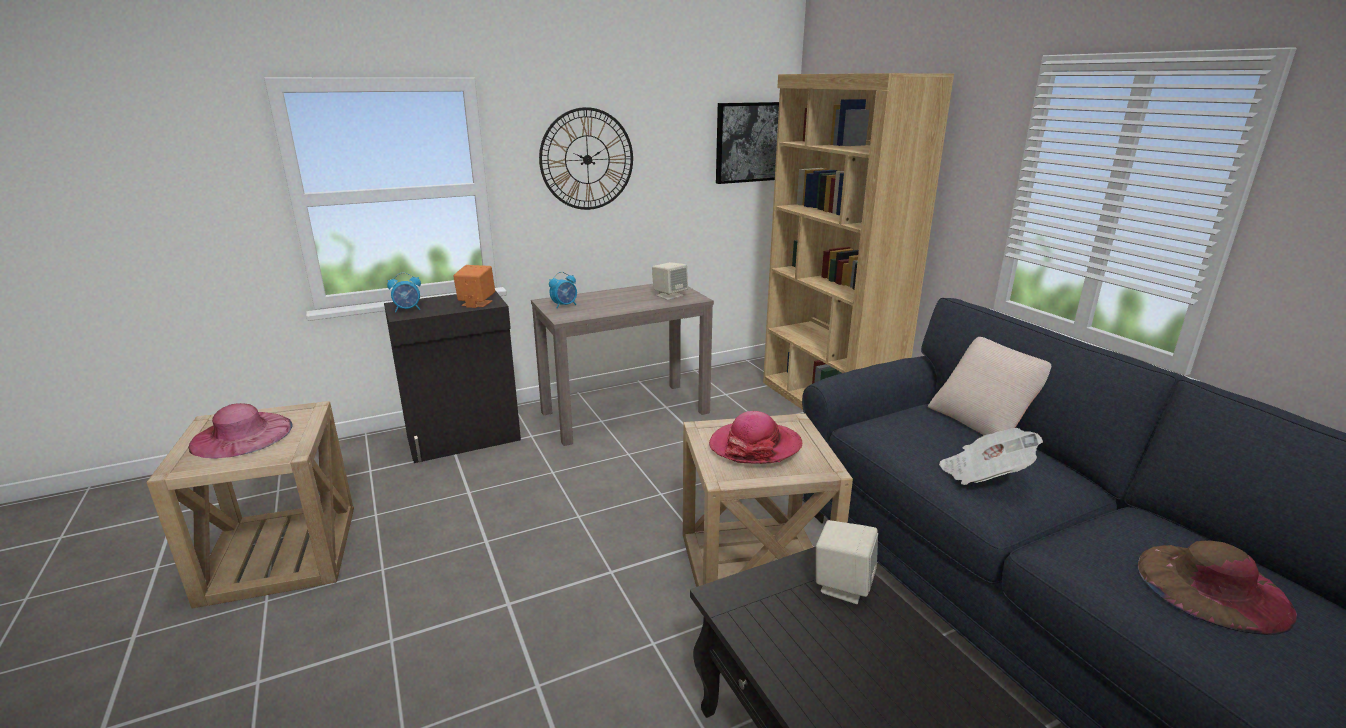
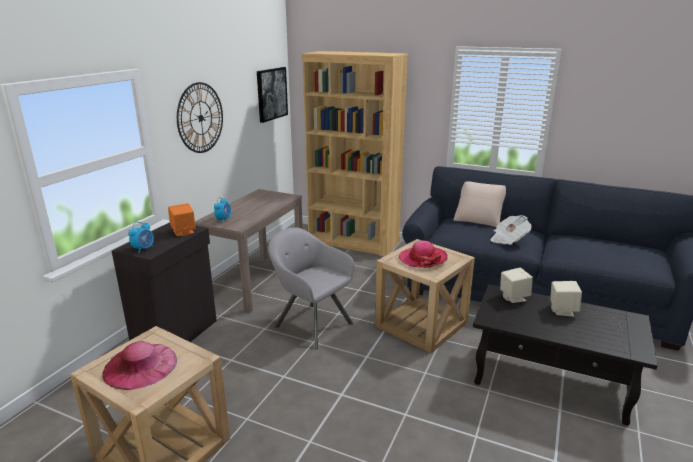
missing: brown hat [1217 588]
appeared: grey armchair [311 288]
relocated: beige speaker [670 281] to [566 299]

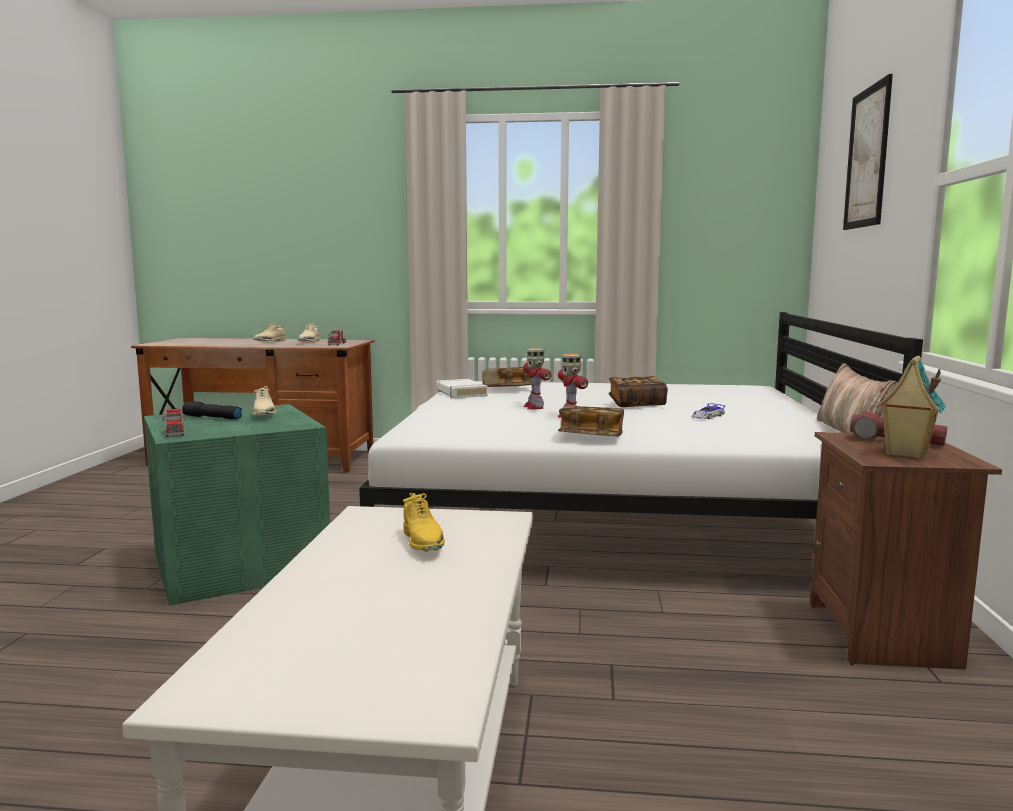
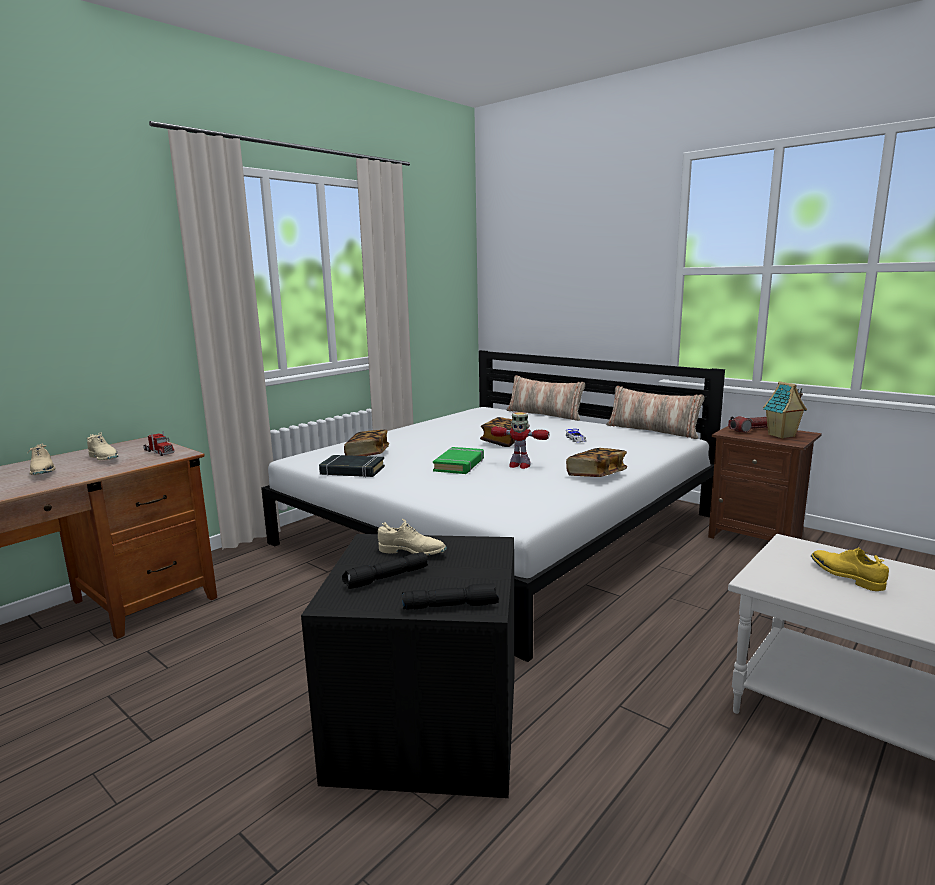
missing: picture [868 152]
appeared: pillow [546 398]
exchanged: toy truck [174 421] to black flashlight [450 596]; toy robot [537 378] to green book [458 460]
colour: green storage box [237 505] to black storage box [407 666]; white book [462 388] to black book [352 466]
spun: yellow shoe [423 522] = [850 569] 135 degrees counterclockwise

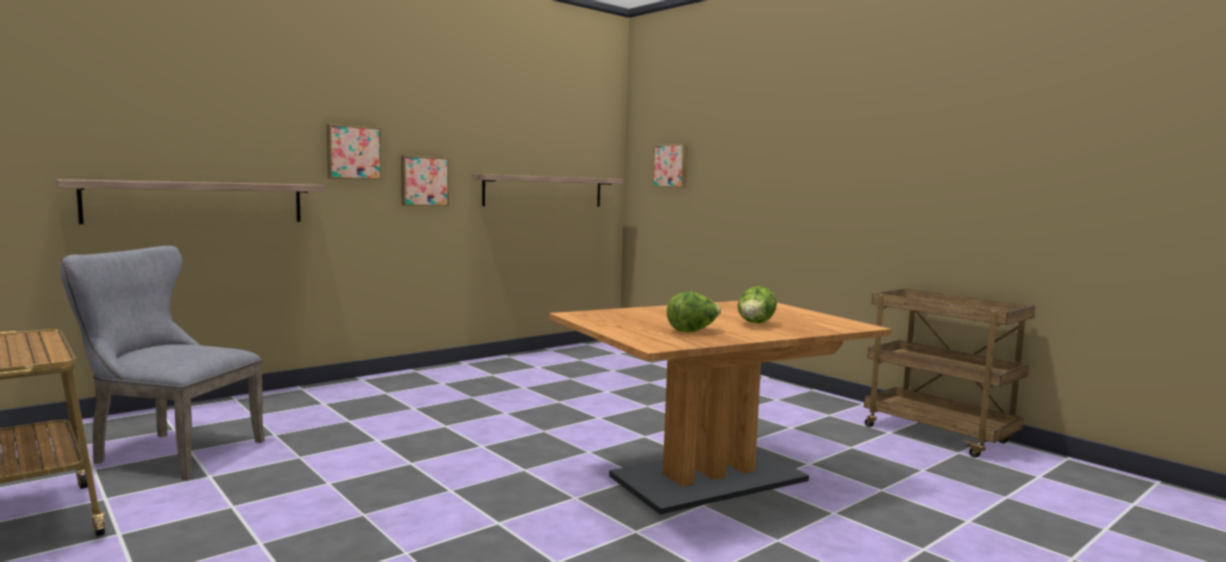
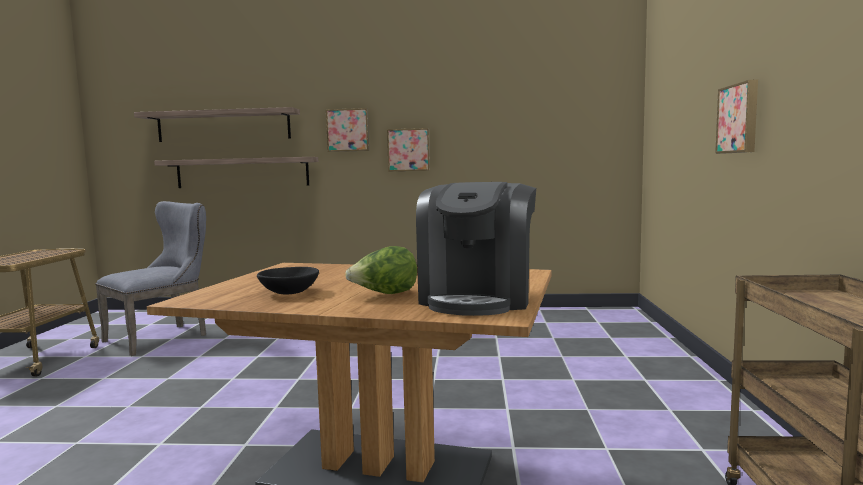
appeared: coffee machine [476 249]
relocated: shelf [547 190] to [217 124]; picture [670 166] to [736 116]
exchanged: lettuce [694 312] to black bowl [288 280]
spun: grey chair [162 363] = [150 278] 75 degrees clockwise

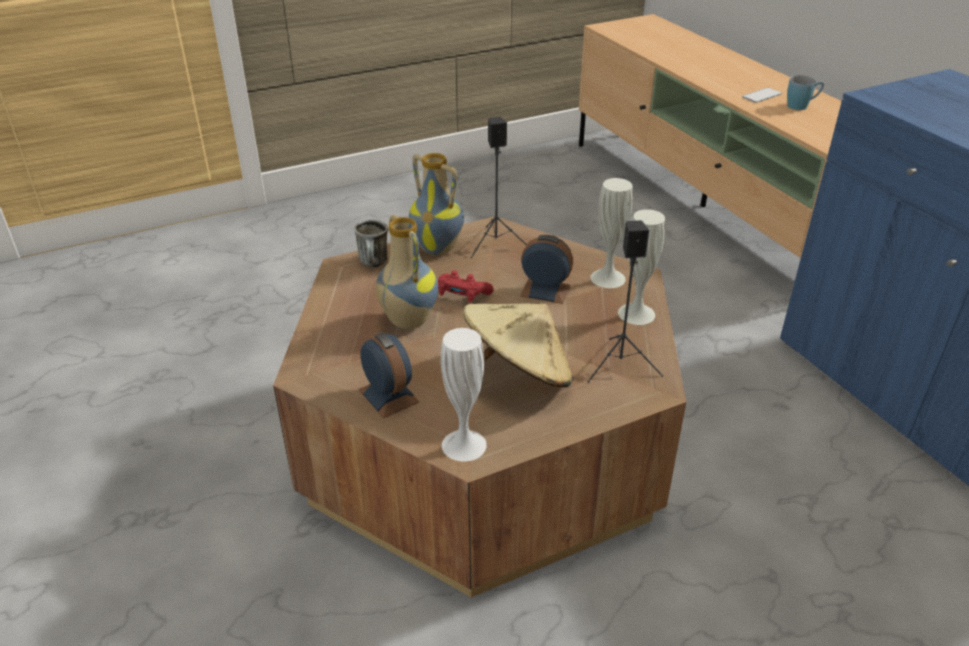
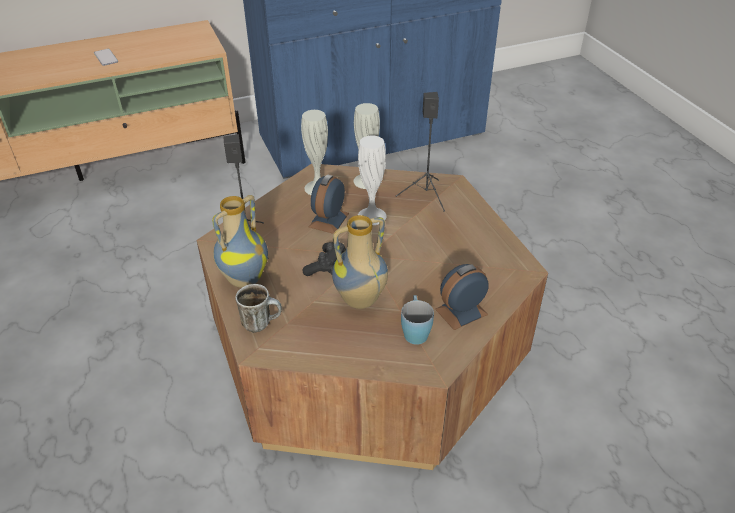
missing: beige hat [517 345]
relocated: white vase [464 395] to [372 180]; blue mug [805 92] to [417 320]
colour: red game controller [466 286] to black game controller [324 259]

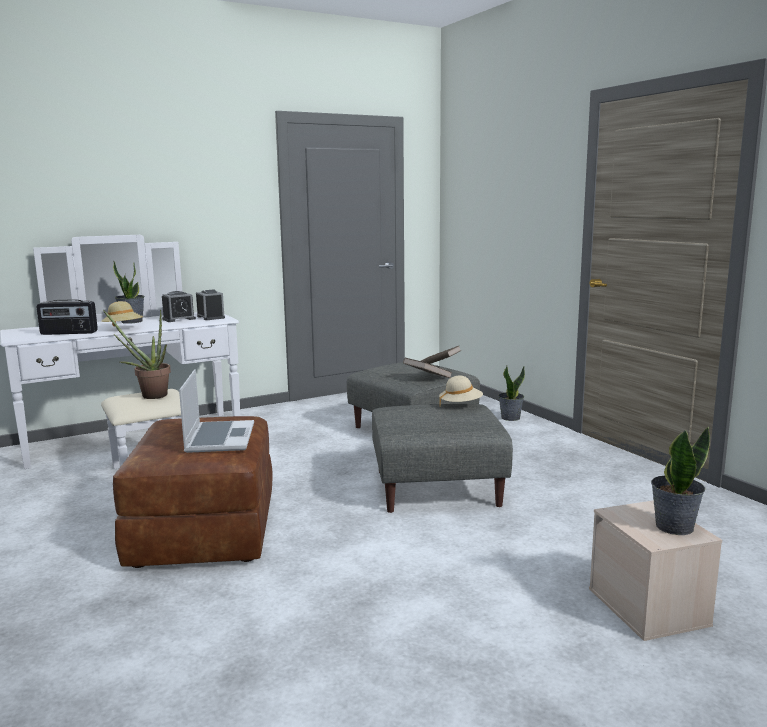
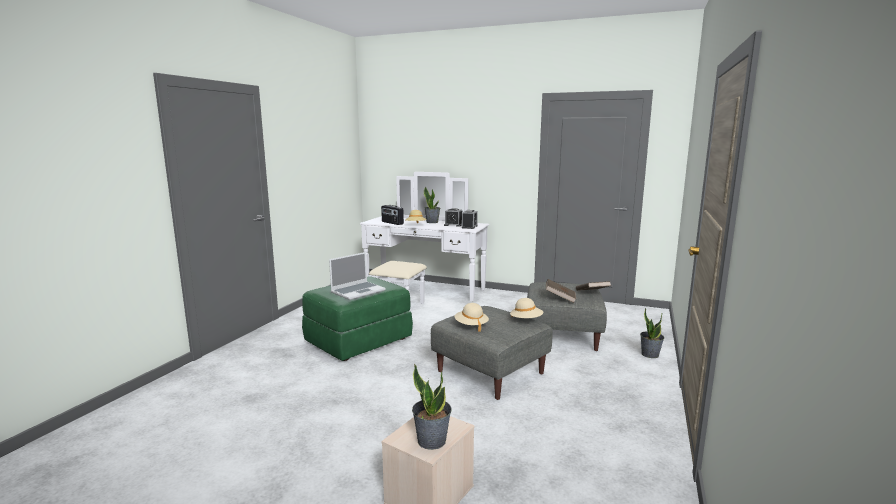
missing: potted plant [137 354]
appeared: beige hat [471 317]
colour: brown ottoman [193 492] to green ottoman [357 318]

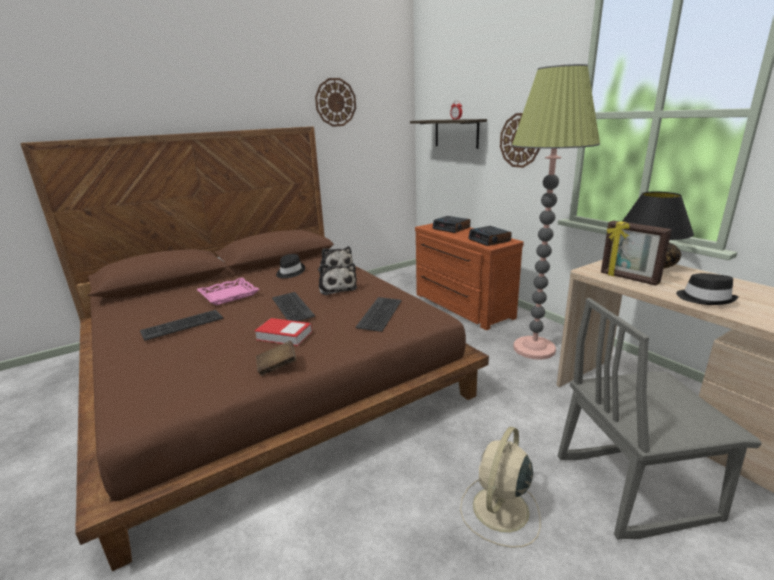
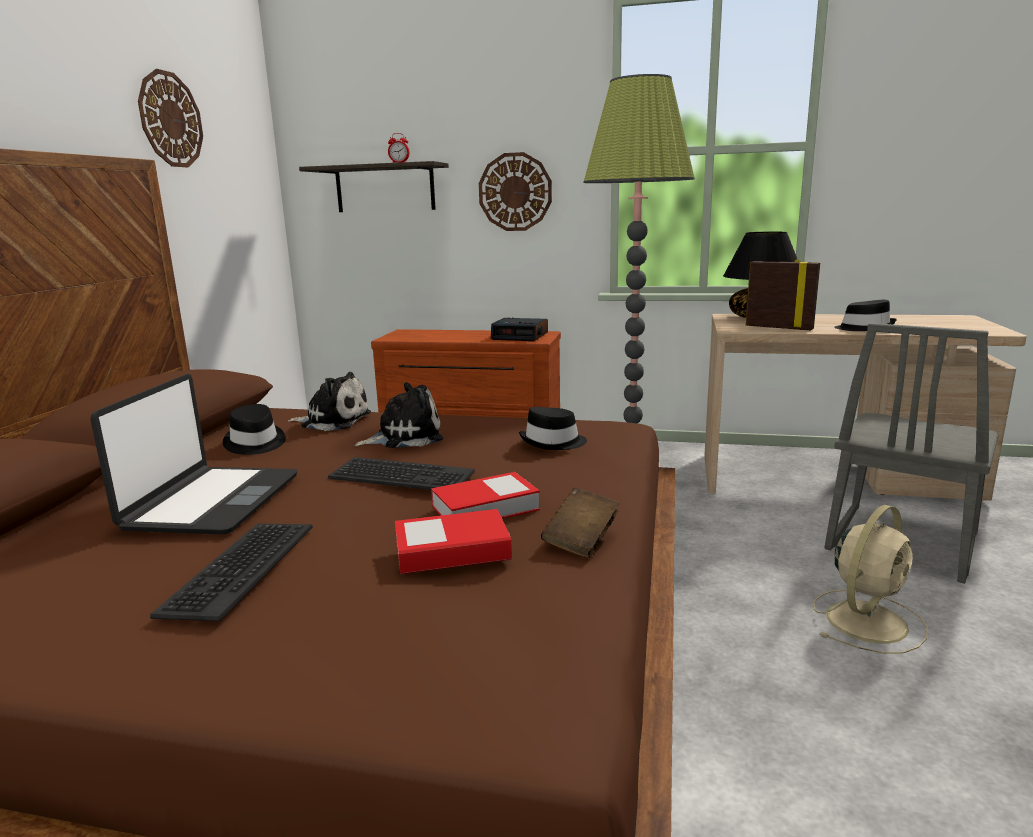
missing: alarm clock [451 224]
appeared: book [453 541]
exchanged: pink tray [228 291] to laptop [193 454]; keyboard [378 314] to black hat [553 428]
spun: plush toy [338 279] = [398 415] 45 degrees counterclockwise; beige fan [500 487] = [870 579] 120 degrees counterclockwise; picture frame [636 253] = [783 294] 150 degrees counterclockwise

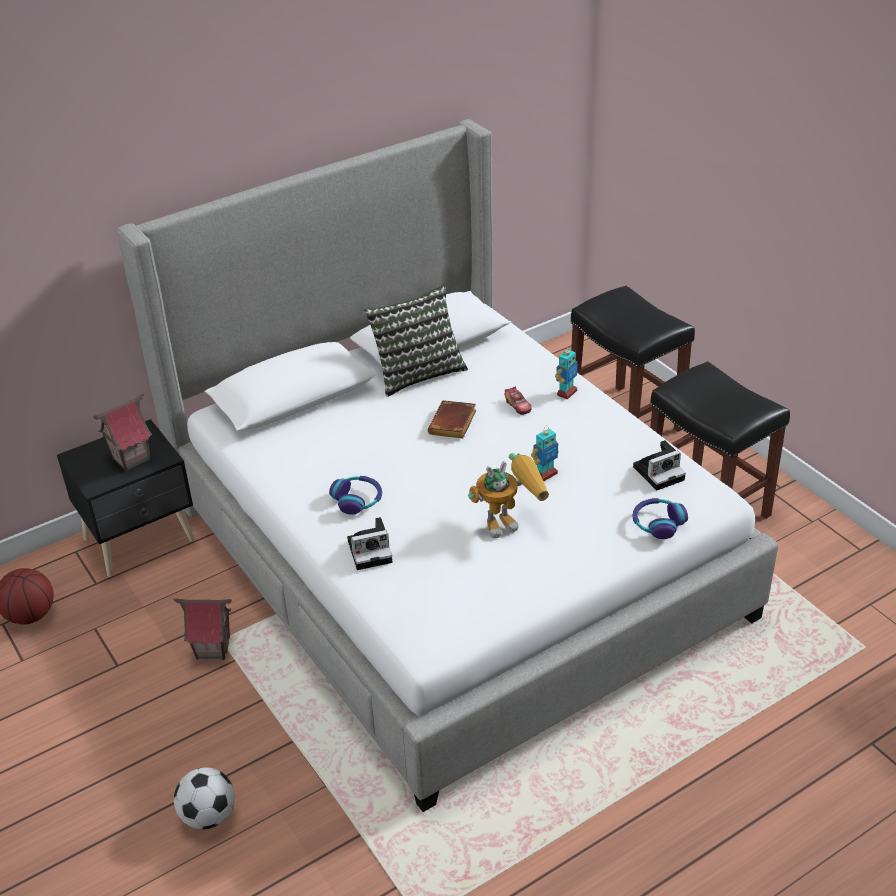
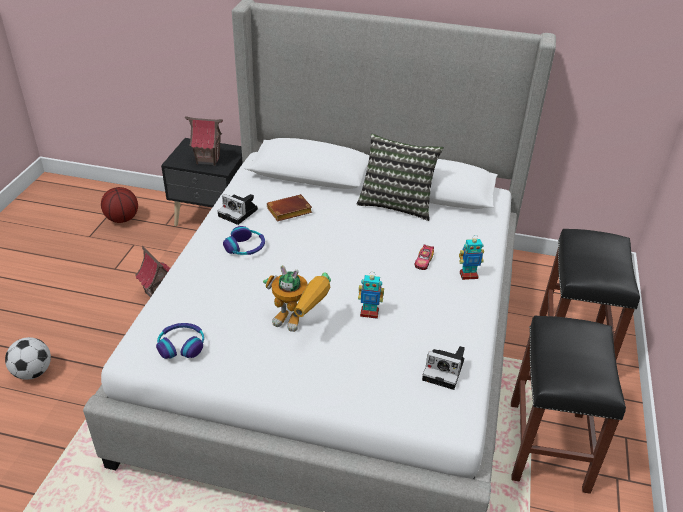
relocated: photo camera [369 543] to [238 209]; brown book [452 419] to [289 208]; headphones [660 518] to [180 341]

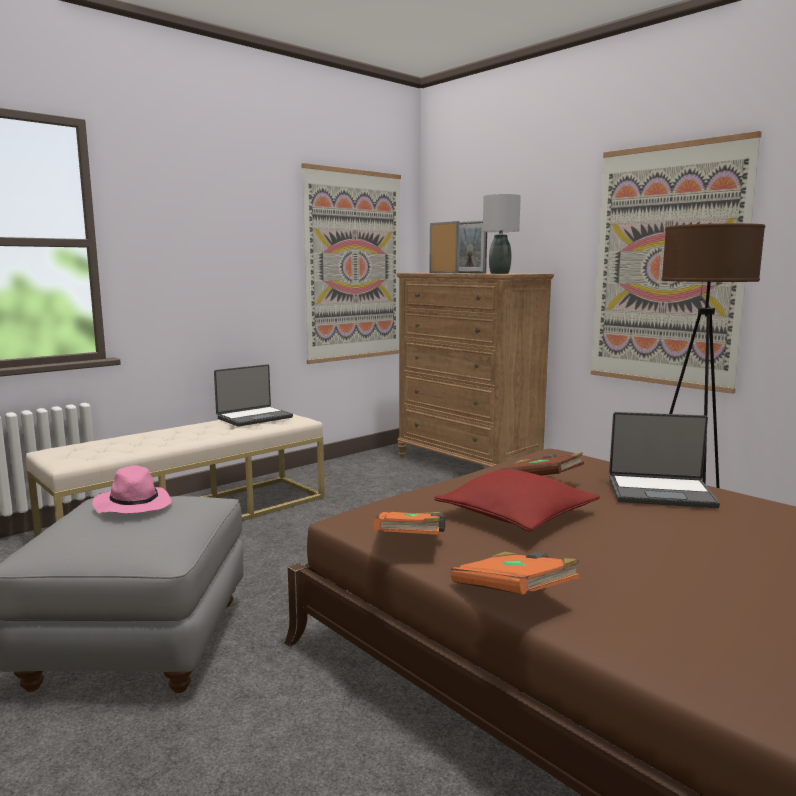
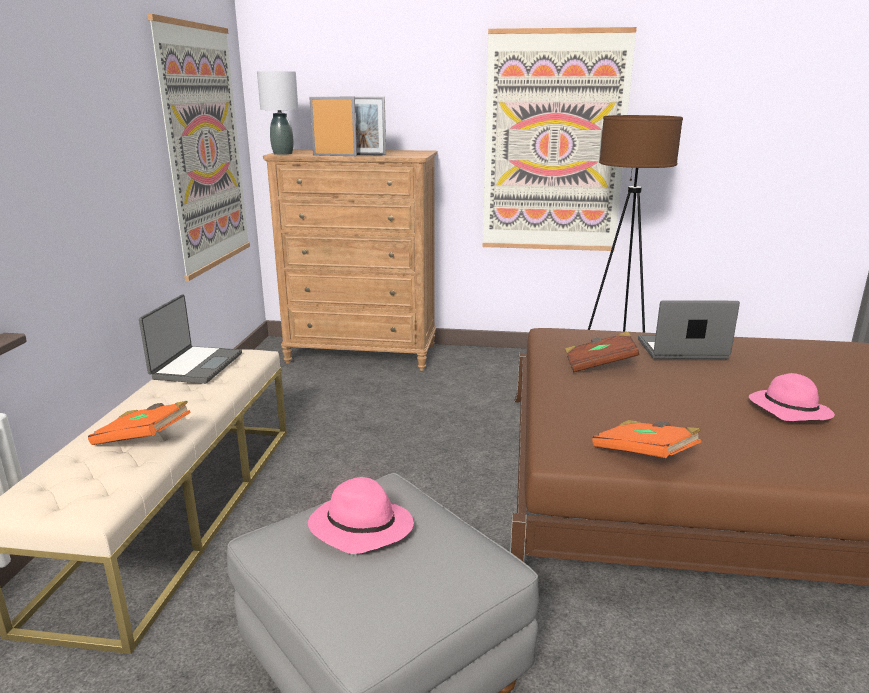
missing: red pillow [517 500]
appeared: pink hat [792 397]
relocated: orange book [515 573] to [139 423]; grey table lamp [502 234] to [277 113]
spun: laptop [664 460] = [689 329] 150 degrees counterclockwise

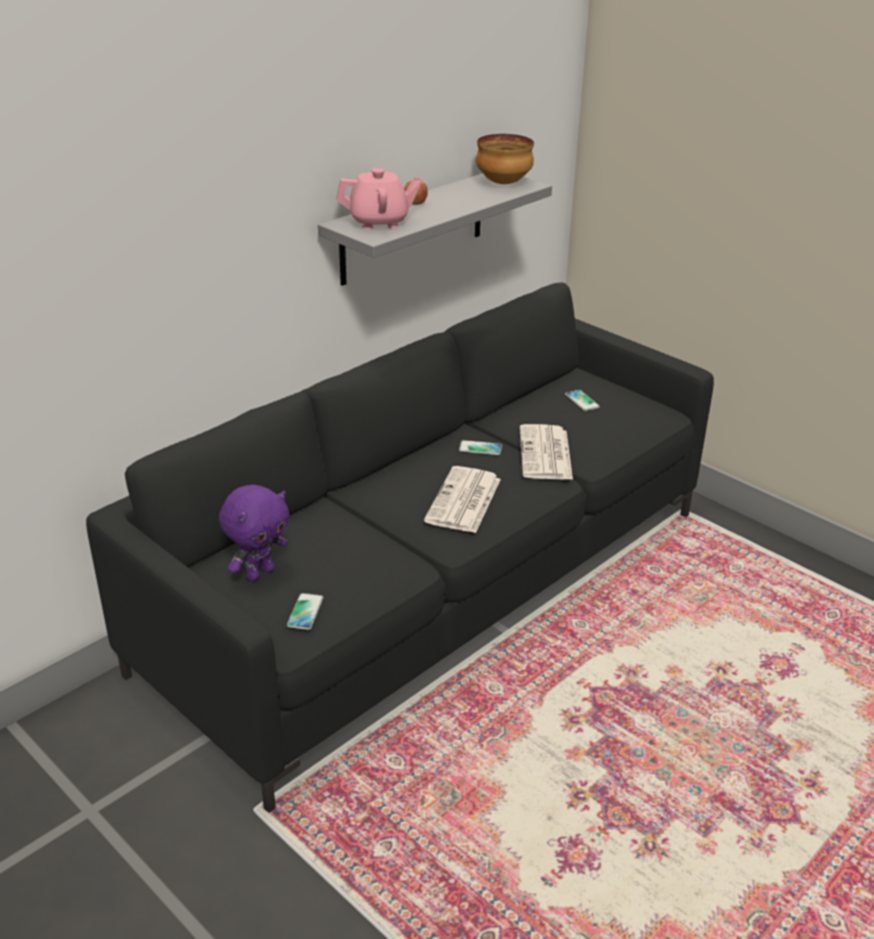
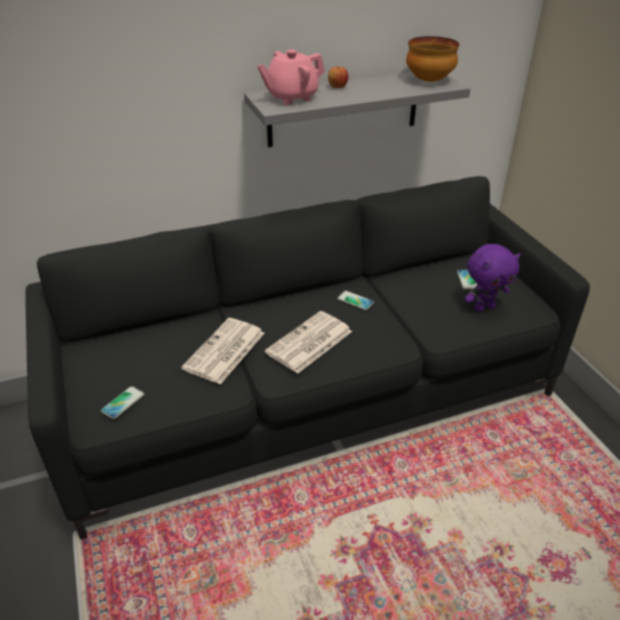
relocated: purple plush toy [254 533] to [493 278]; newspaper [546 452] to [222 351]
spun: pink teapot [379 199] = [291 77] 135 degrees clockwise

